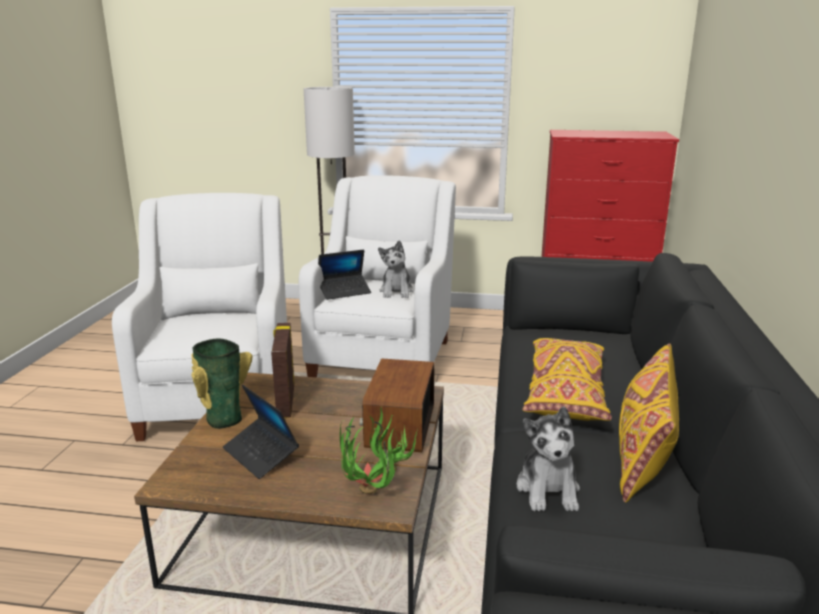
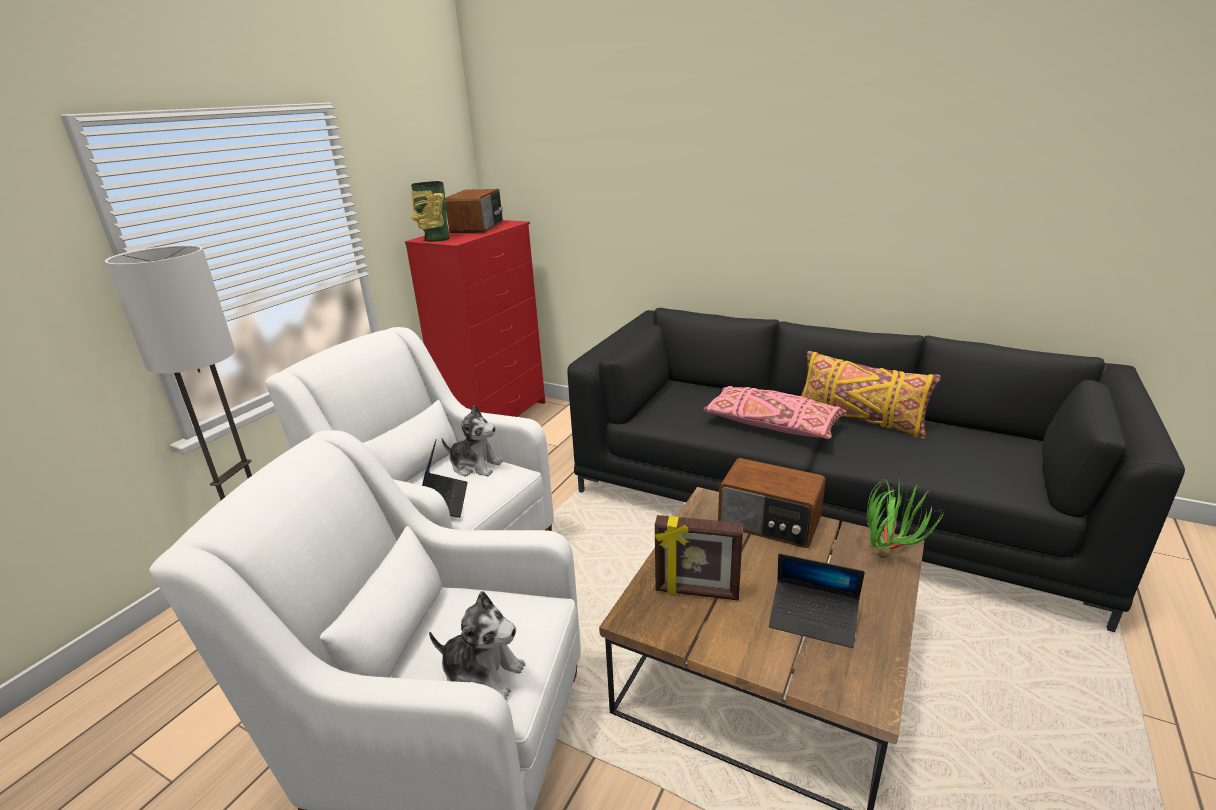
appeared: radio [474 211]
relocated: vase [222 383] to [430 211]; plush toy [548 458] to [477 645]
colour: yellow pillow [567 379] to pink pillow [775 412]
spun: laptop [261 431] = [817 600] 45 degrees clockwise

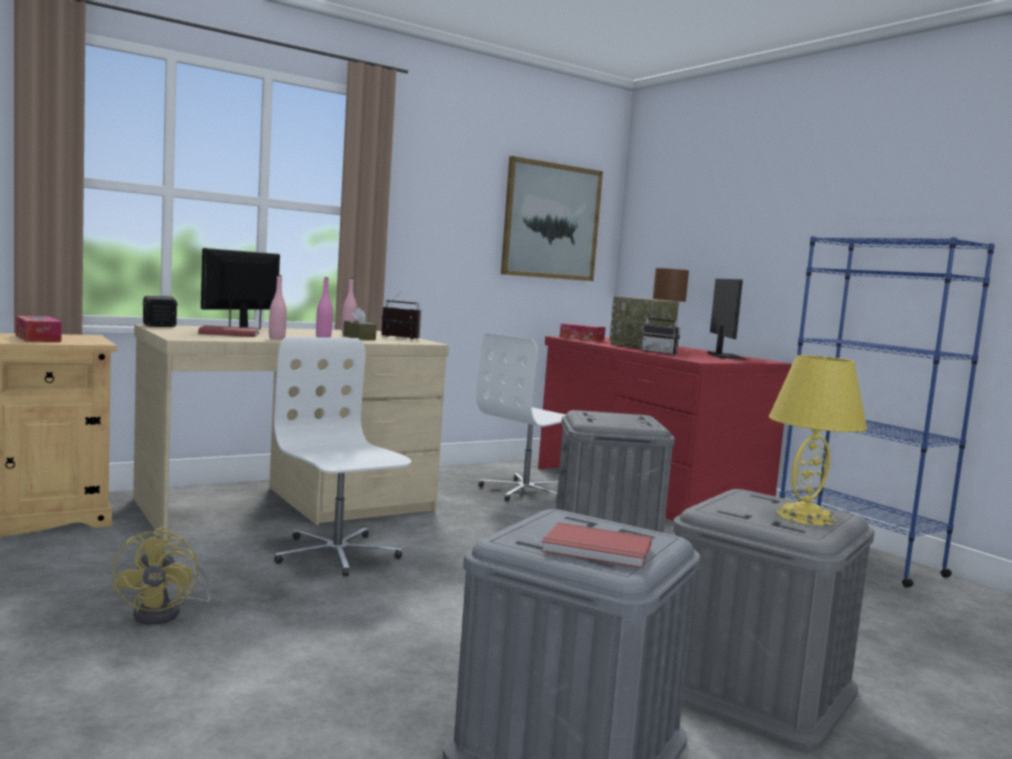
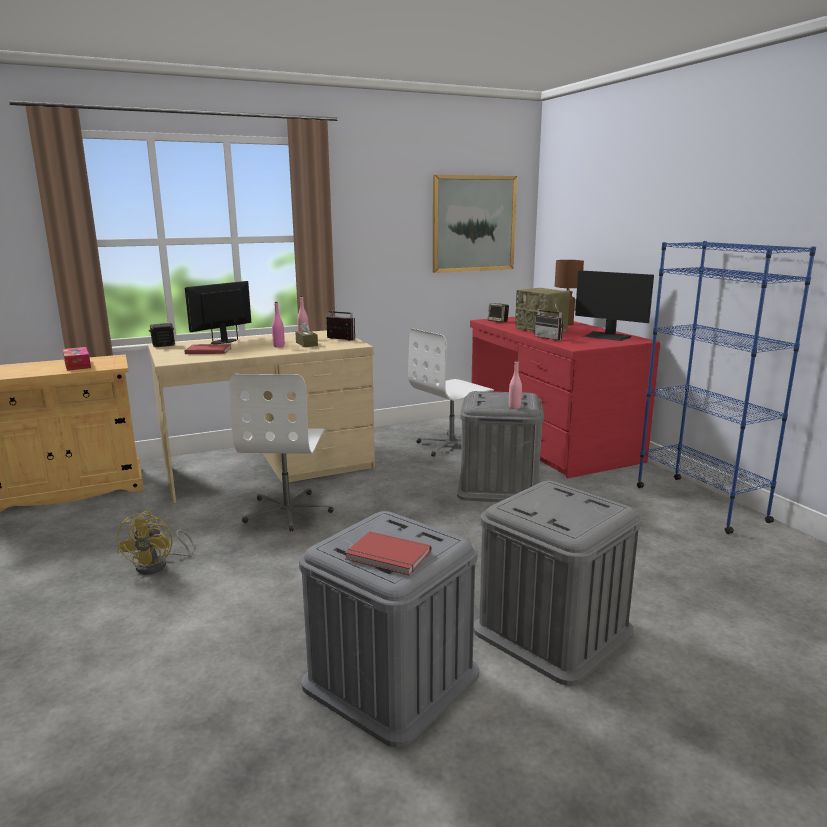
missing: yellow table lamp [818 440]
relocated: pink bottle [278 307] to [515 384]
exchanged: tissue box [583 332] to speaker [498 313]
spun: white office chair [342 457] = [281 453] 150 degrees counterclockwise; monitor [728 319] = [614 305] 120 degrees clockwise

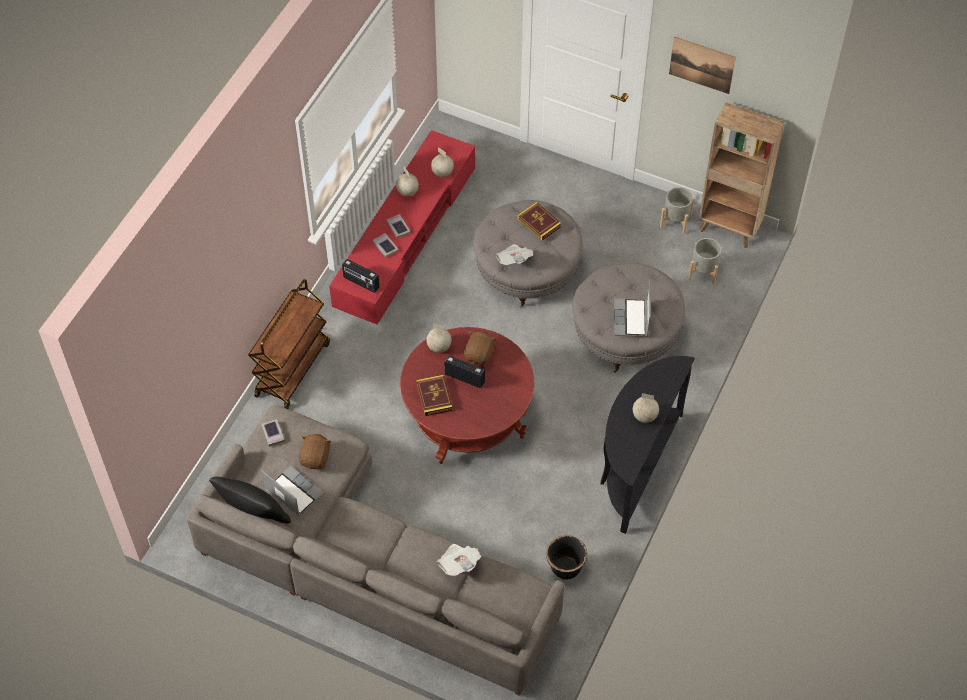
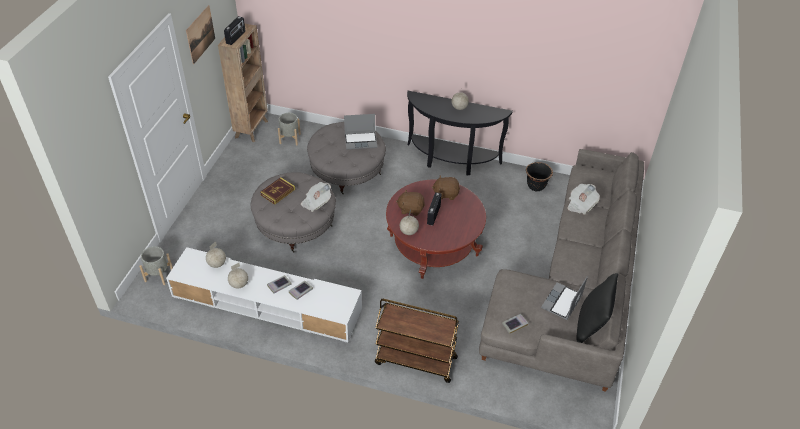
missing: book [435 395]
relocated: brown plush toy [315 451] to [446 188]; radio [360 276] to [234 30]; grey planter [677 210] to [156 265]
colour: red tv stand [402 227] to white tv stand [264 295]

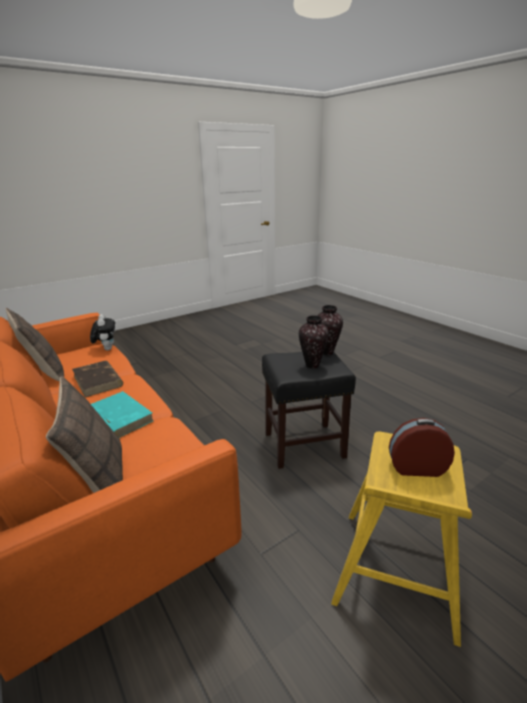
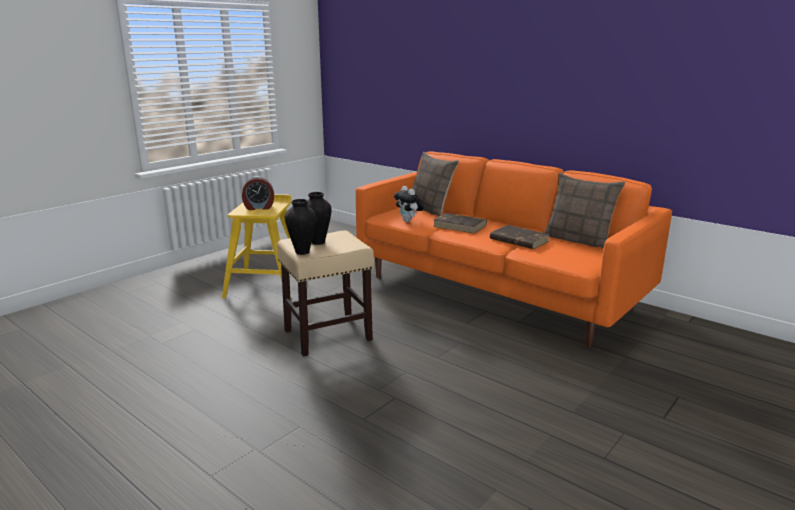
relocated: plush toy [102 332] to [409 204]
colour: turquoise book [122 414] to brown book [460 223]; black stool [309 410] to beige stool [325 293]

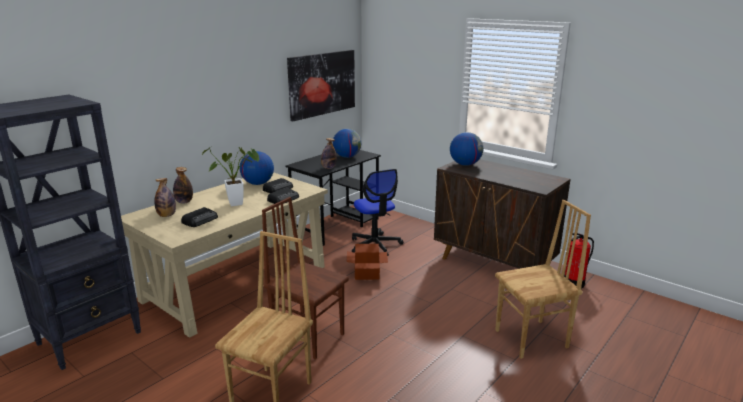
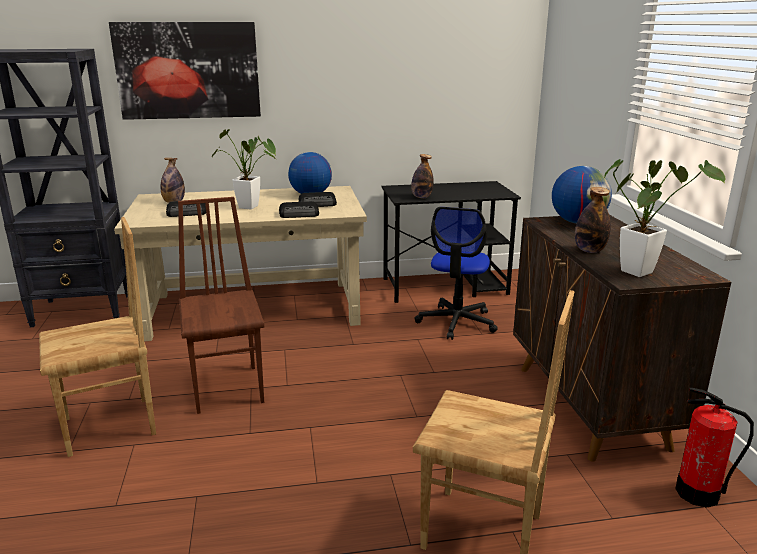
missing: globe [347 143]; cardboard box [367 262]
appeared: potted plant [664 218]
relocated: bottle [183 185] to [593 220]; picture [321 85] to [185 71]

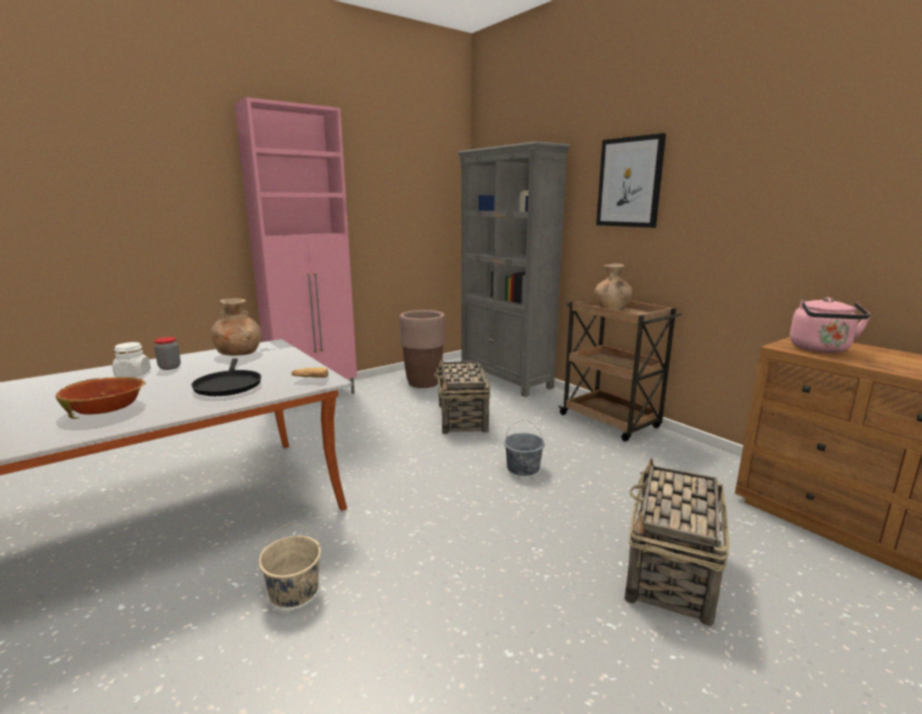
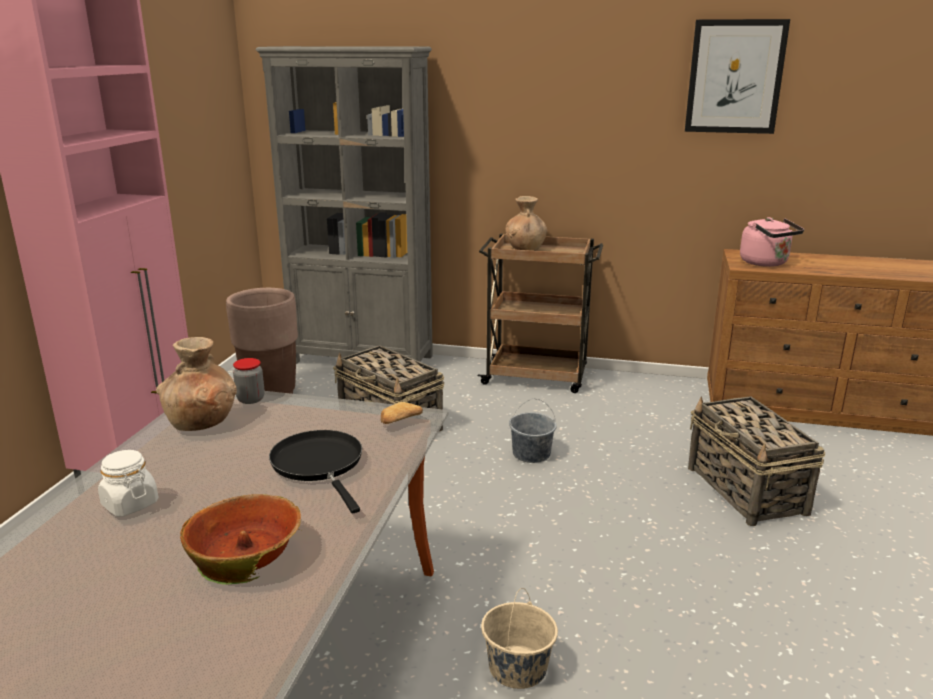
relocated: jar [167 353] to [249 381]; picture [631 180] to [737 76]
spun: black frying pan [226 377] = [315 472] 150 degrees counterclockwise

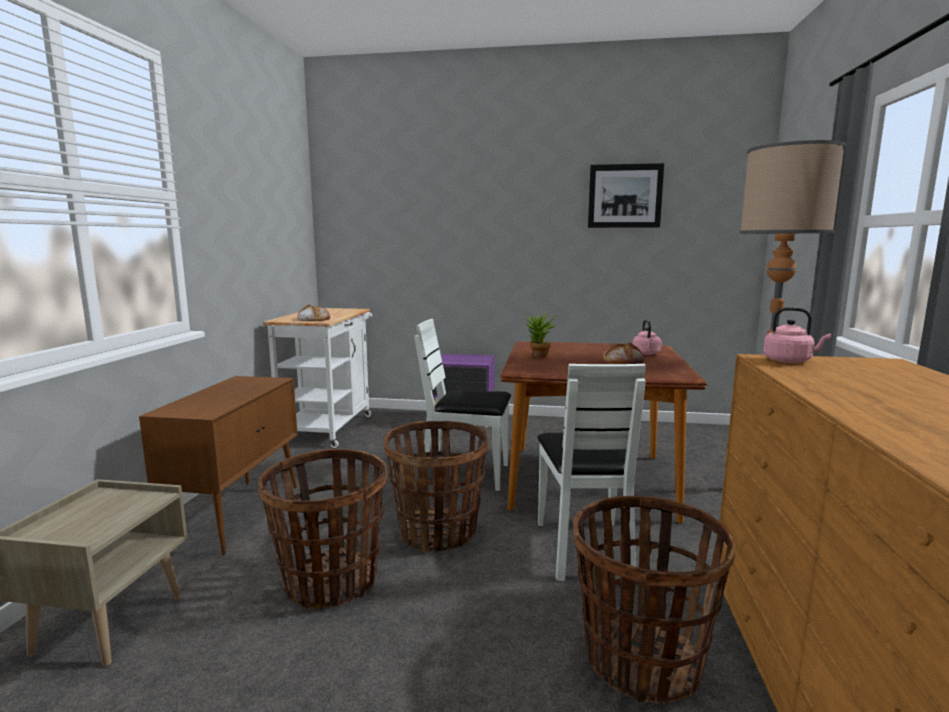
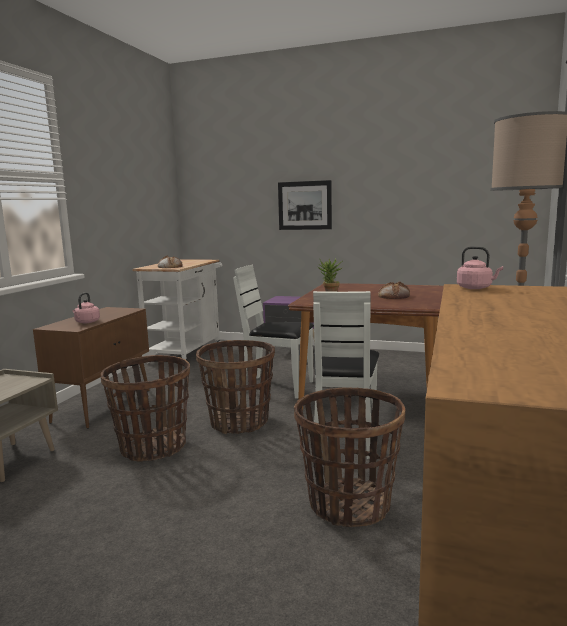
relocated: picture [626 195] to [305 205]; pink kettle [647 337] to [86 307]

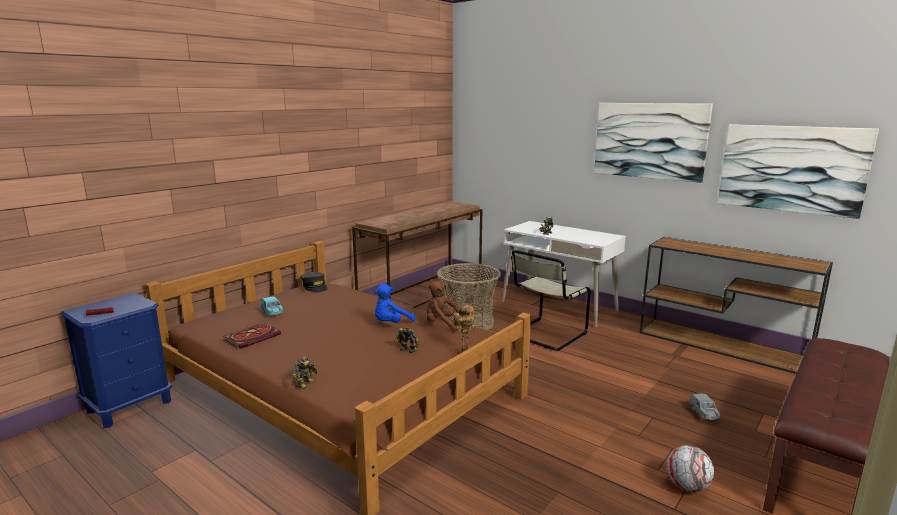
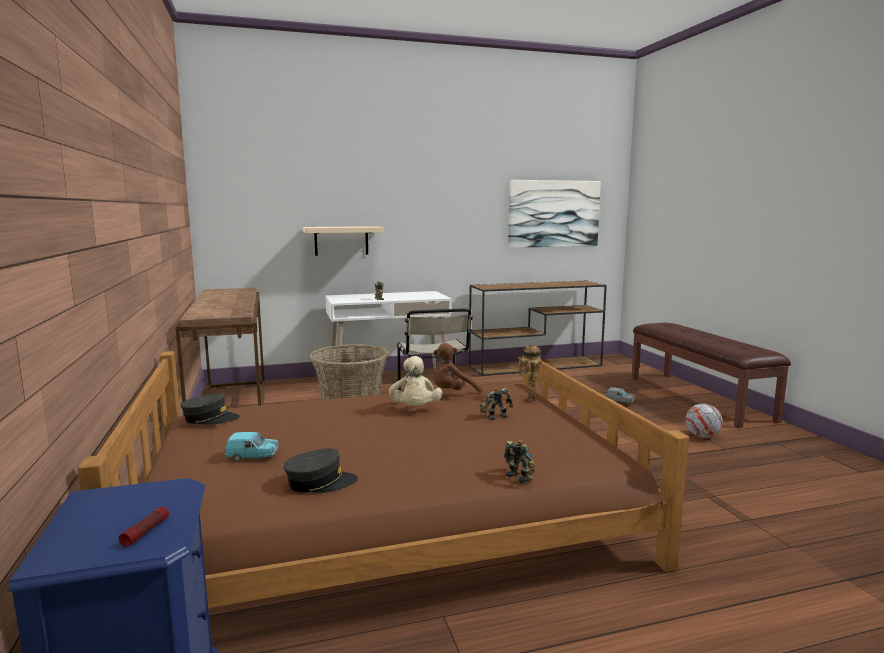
missing: picture [653 143]
appeared: beige shelf [343 241]
exchanged: book [252 336] to grey cap [320 470]
colour: blue plush toy [395 303] to beige plush toy [415 381]

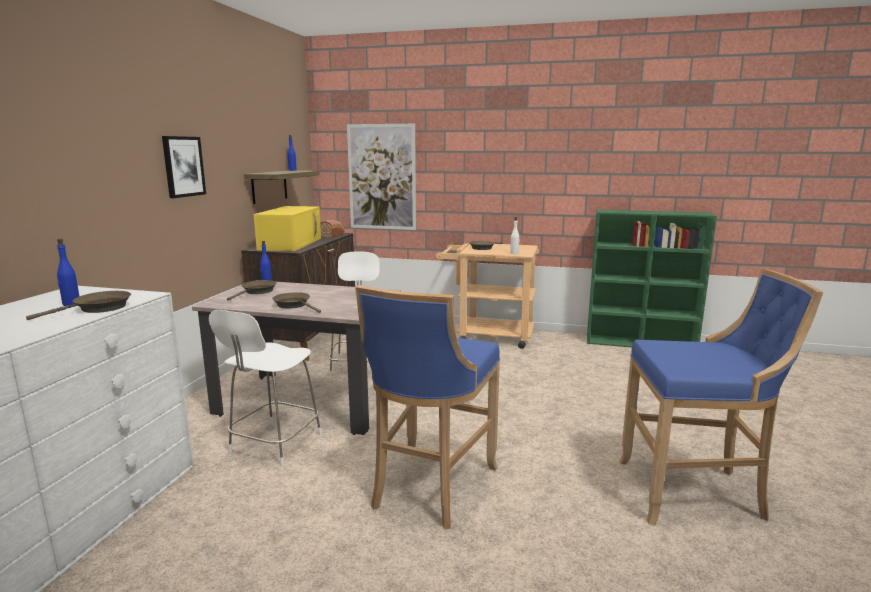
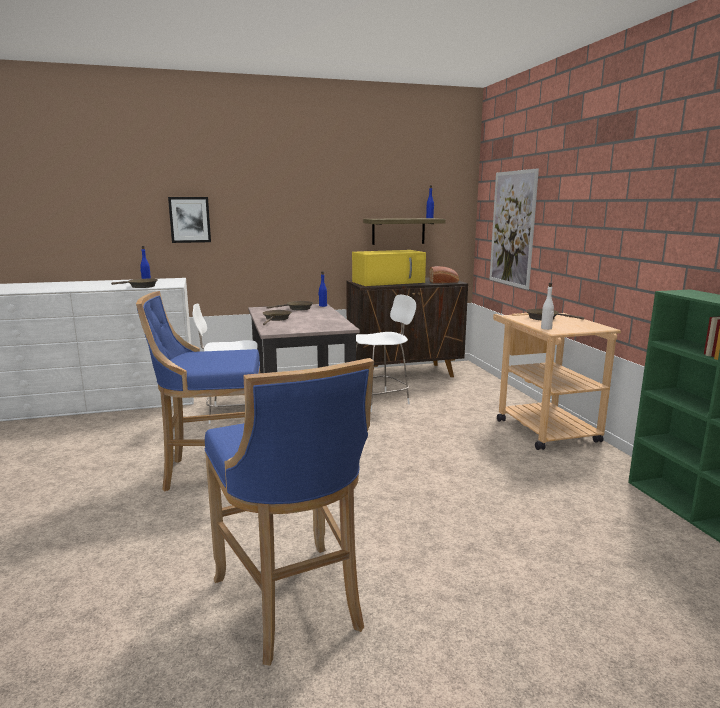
relocated: picture [184 167] to [189 220]

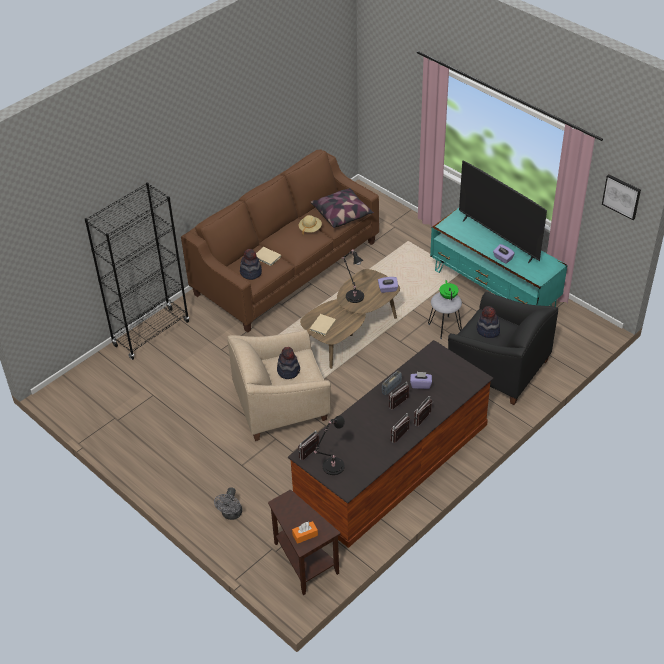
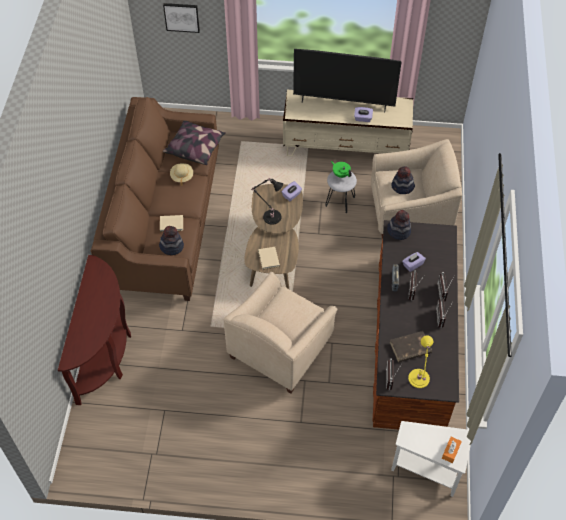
missing: grey fan [228 503]
appeared: brown book [411 346]
relocated: hat [288 363] to [399 225]; picture [621 197] to [181 18]
exchanged: black bookcase [137 271] to brown console table [94 330]
colour: brown side table [304 542] to white side table [431 459]; black table lamp [329 445] to yellow table lamp [420 361]; turquoise tv stand [499 257] to beige tv stand [348 123]; black armchair [503 348] to beige armchair [416 188]

